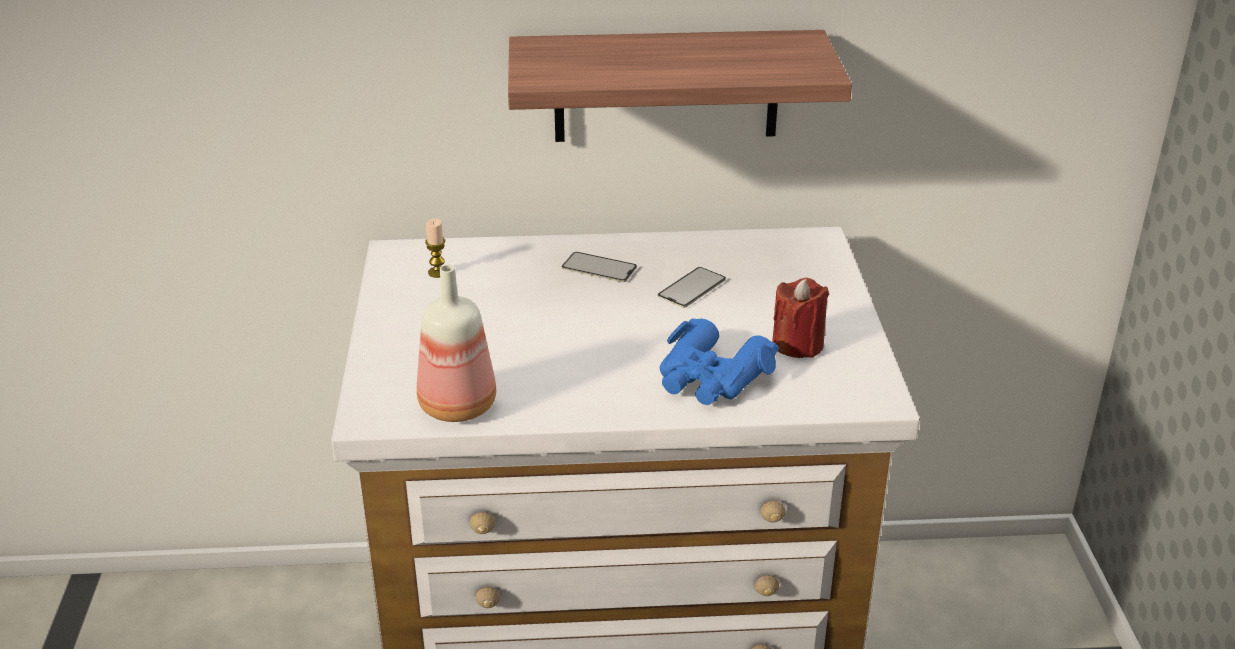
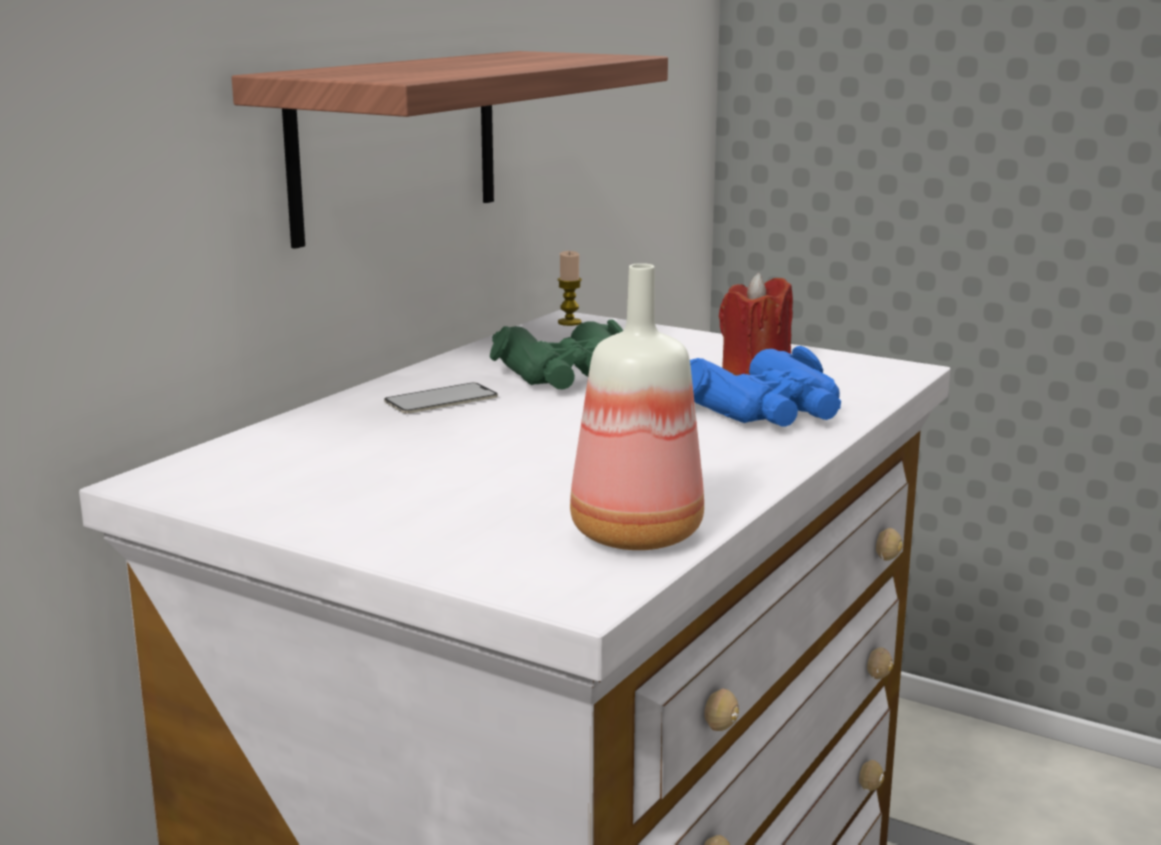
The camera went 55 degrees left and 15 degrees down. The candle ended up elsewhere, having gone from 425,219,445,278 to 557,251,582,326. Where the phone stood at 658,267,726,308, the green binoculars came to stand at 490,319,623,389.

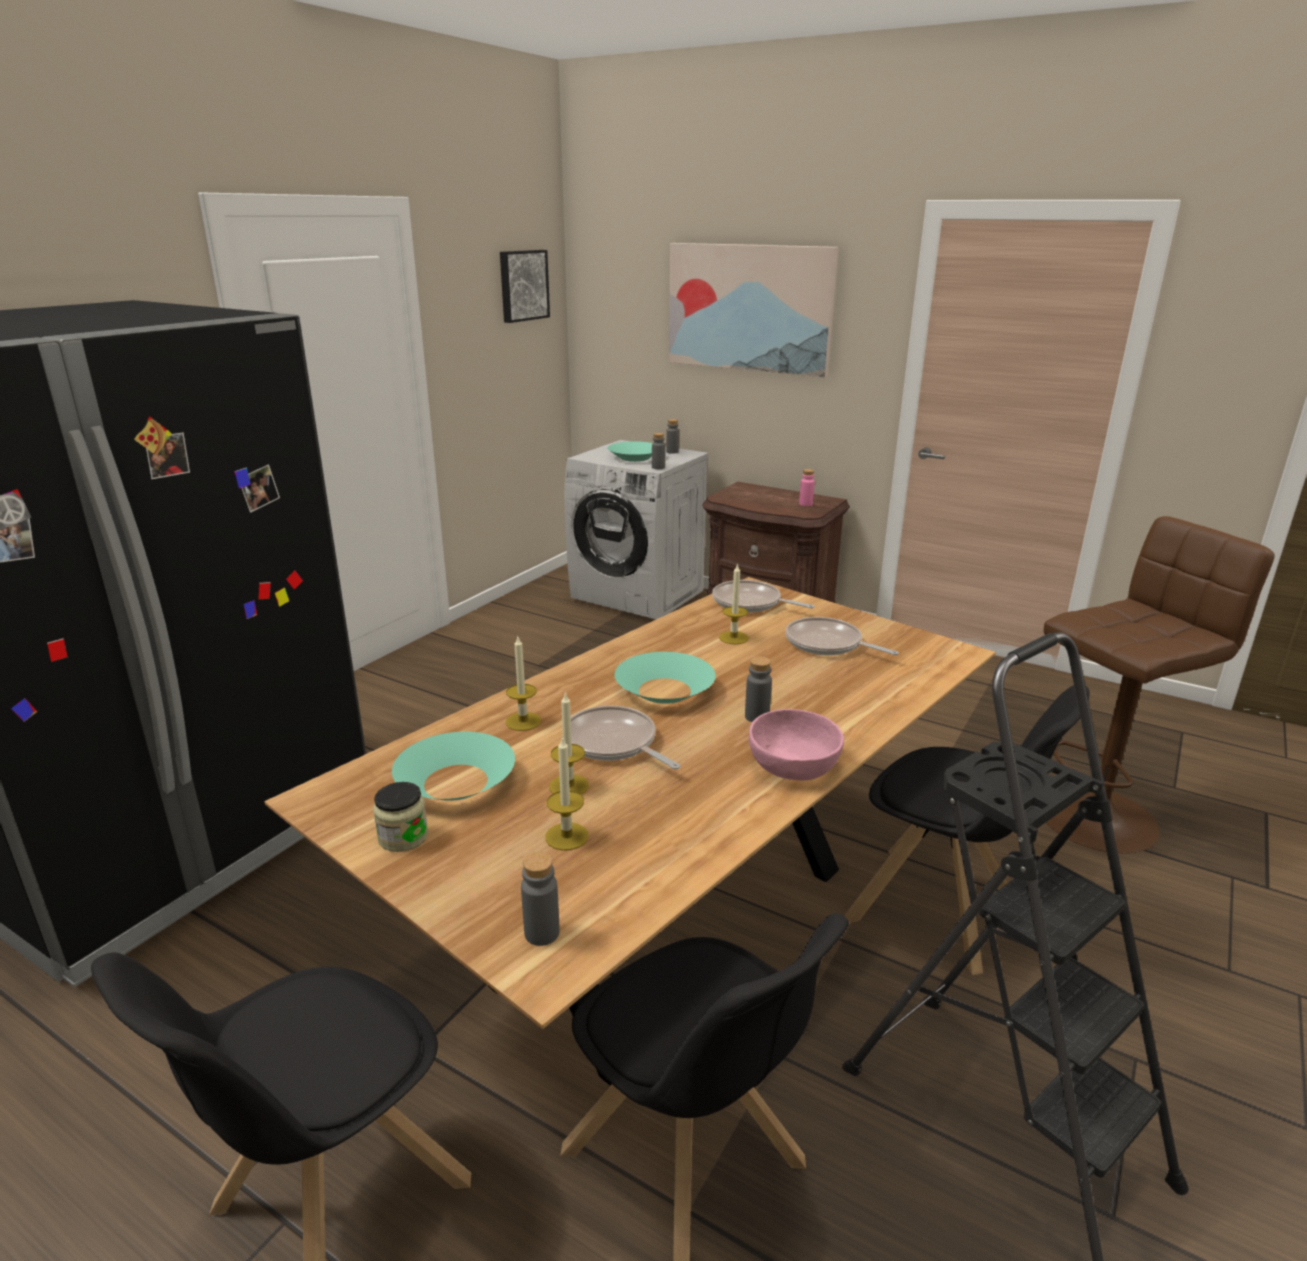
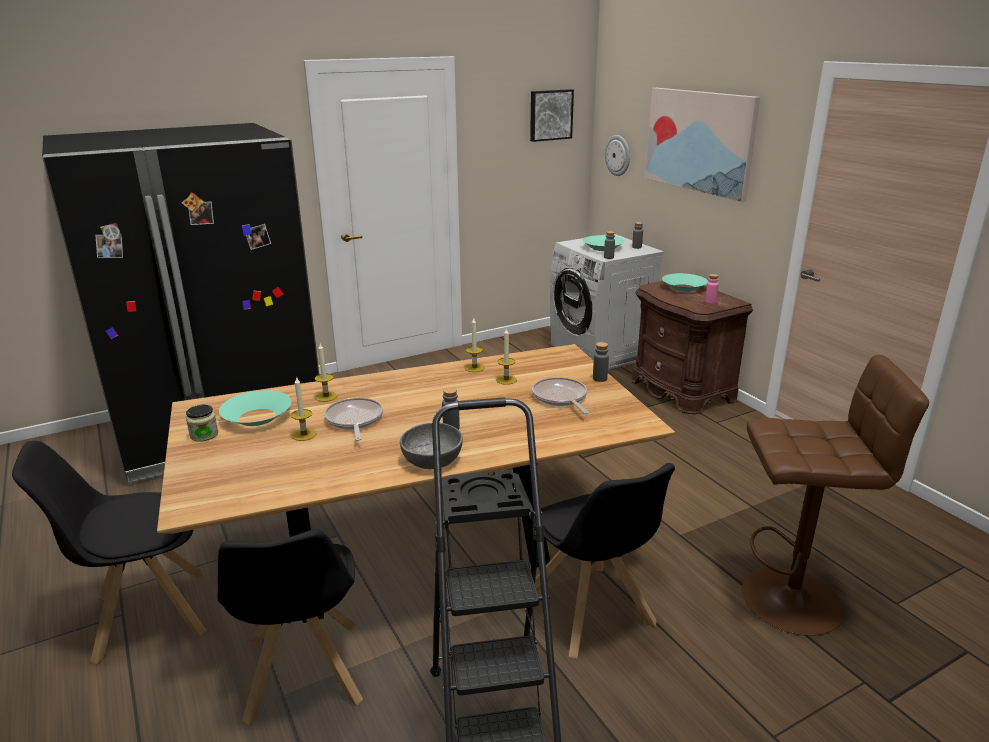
The camera went 30 degrees right and 0 degrees up. The second view lost the frying pan at 712,580,815,613. The second view gained the wall clock at 605,135,630,176. The grey bottle ended up elsewhere, having gone from 521,852,560,946 to 593,342,609,382. The candle ended up elsewhere, having gone from 545,736,588,851 to 465,318,485,372. The turquoise bowl ended up elsewhere, having gone from 615,652,716,704 to 662,273,708,292. What was the pink bowl at 749,709,844,780 turned into the grey bowl at 400,423,463,469.

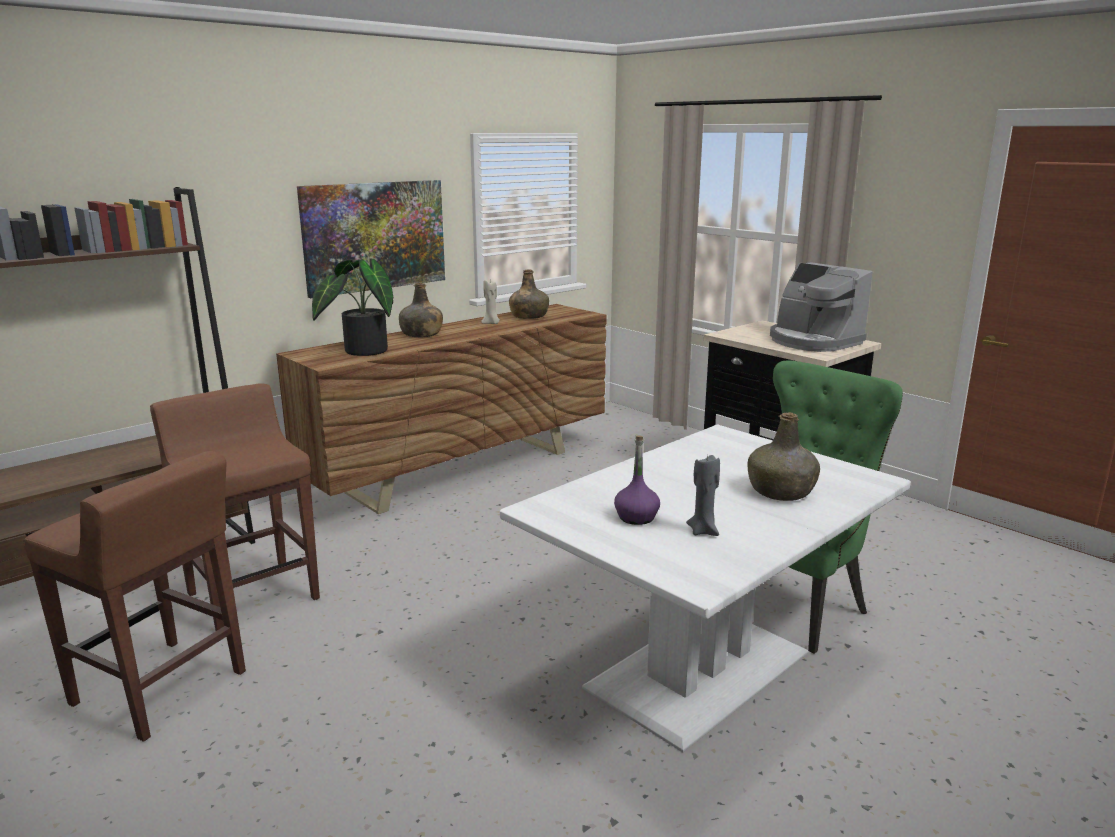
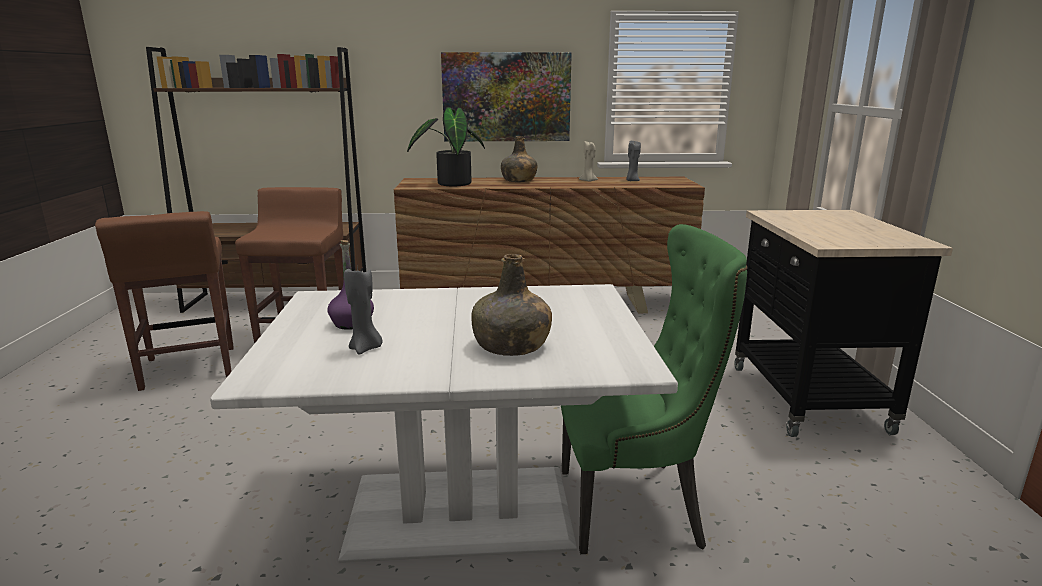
The camera went 40 degrees right and 0 degrees up. The second view lost the coffee machine at 770,262,873,352. Where the green bottle stood at 509,269,549,319, the grey candle came to stand at 626,141,641,181.

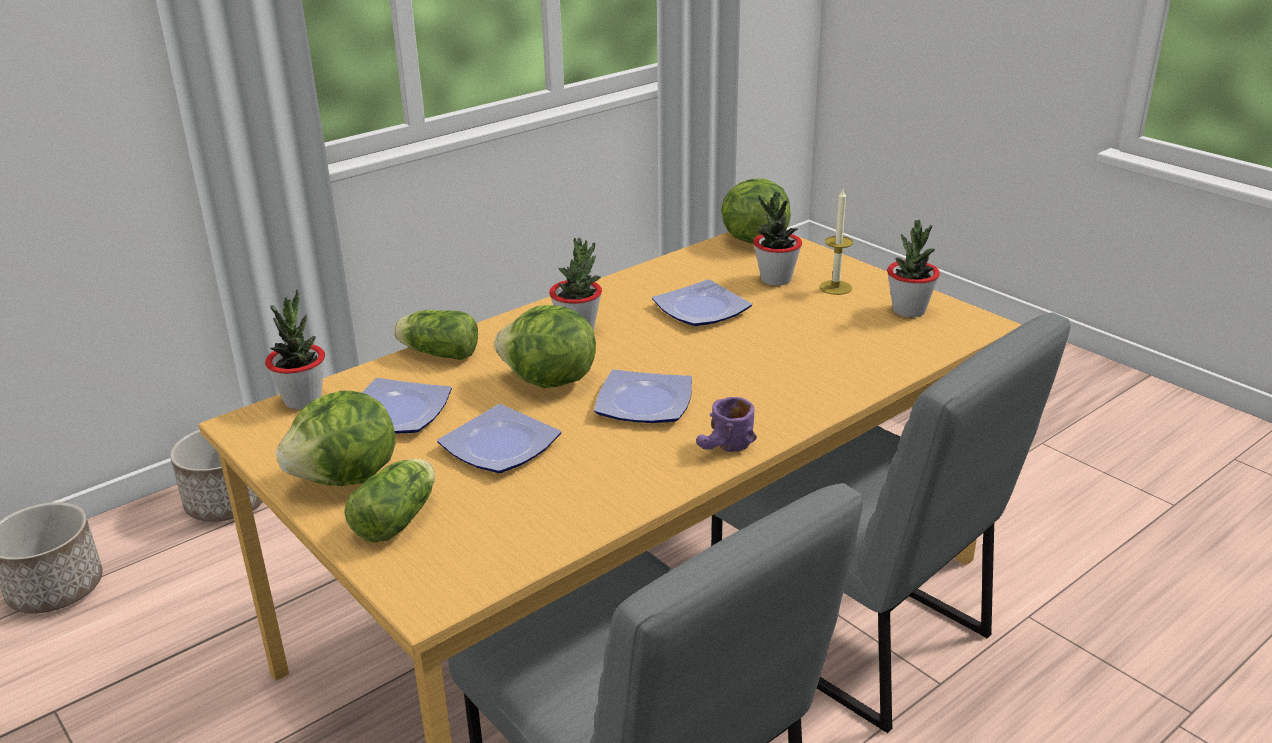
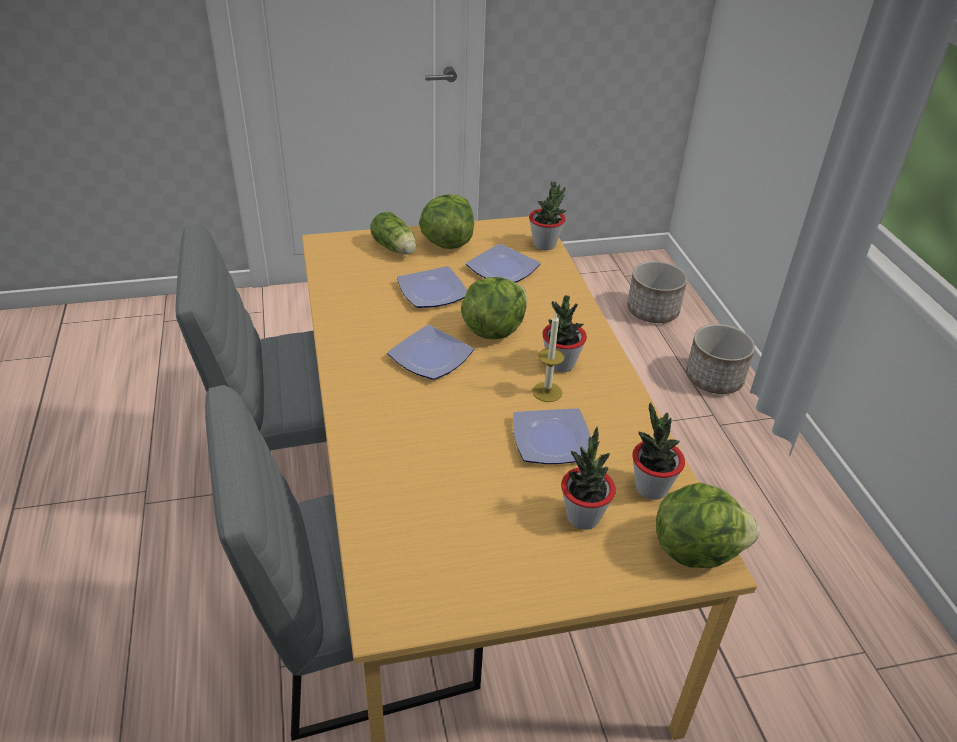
The camera went 115 degrees right and 10 degrees up. The second view lost the lettuce at 394,310,478,360. The second view lost the purple mug at 696,397,757,452. The candle ended up elsewhere, having gone from 819,189,853,295 to 532,314,565,402. The potted plant ended up elsewhere, having gone from 887,220,940,317 to 632,402,685,500.

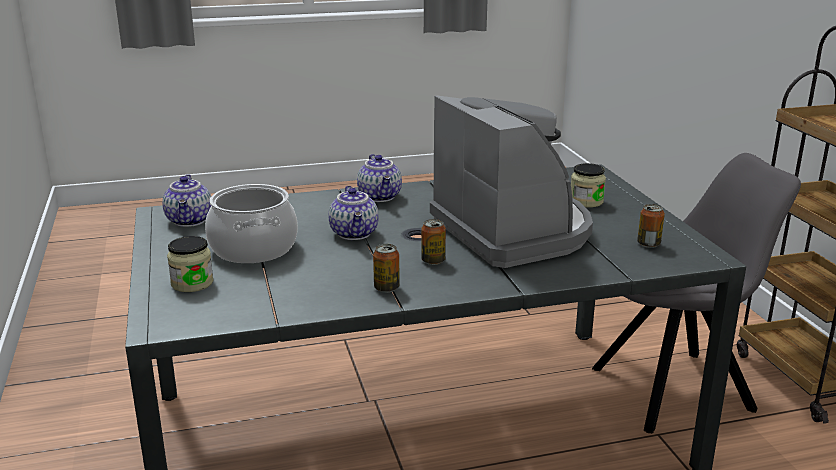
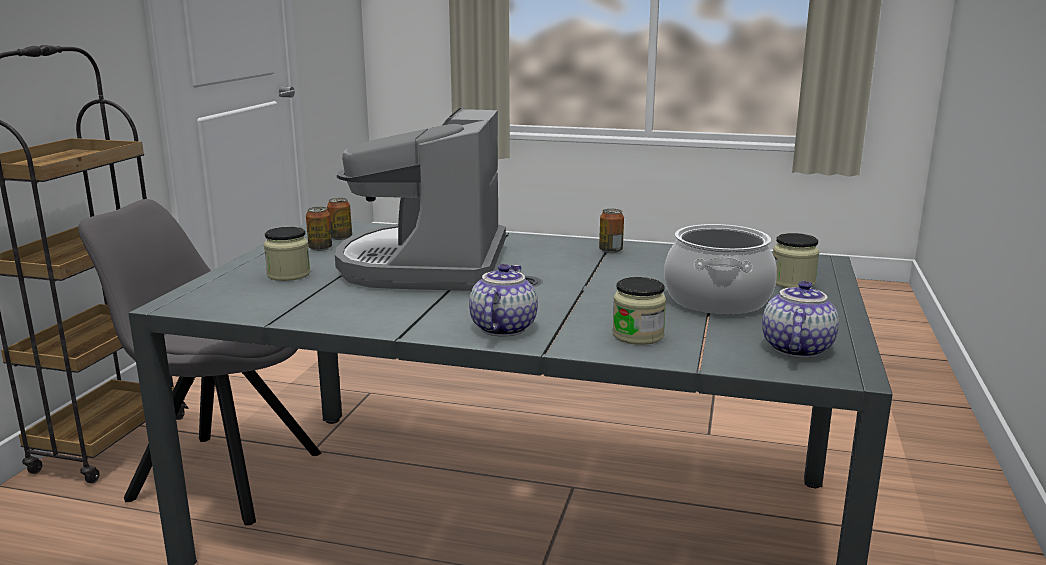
The camera went 150 degrees left and 5 degrees down. The second view lost the teapot at 329,186,379,240. The second view gained the jar at 612,277,666,345. The can ended up elsewhere, having gone from 421,219,446,265 to 306,207,332,251.

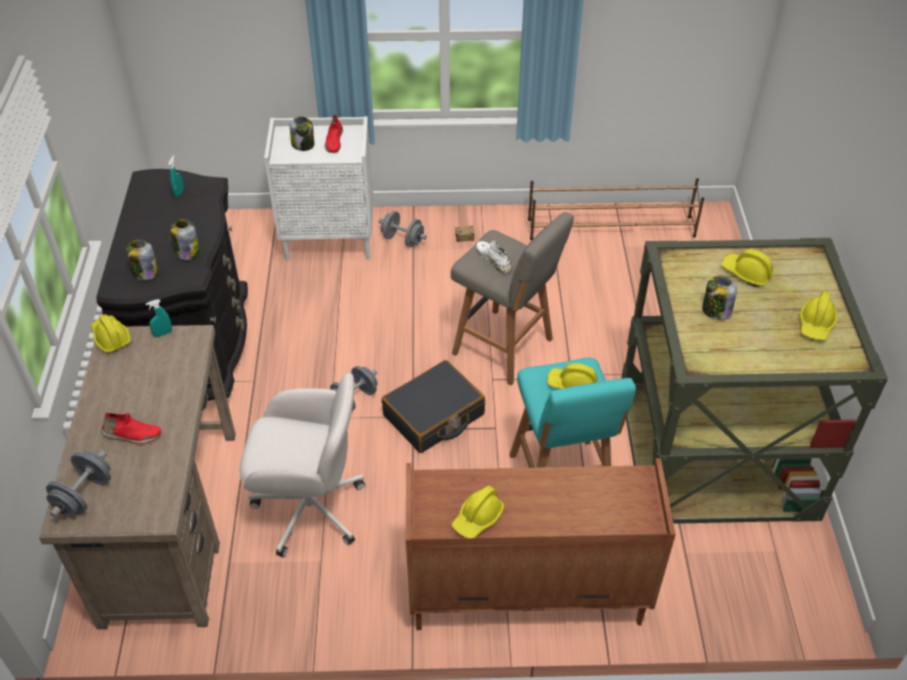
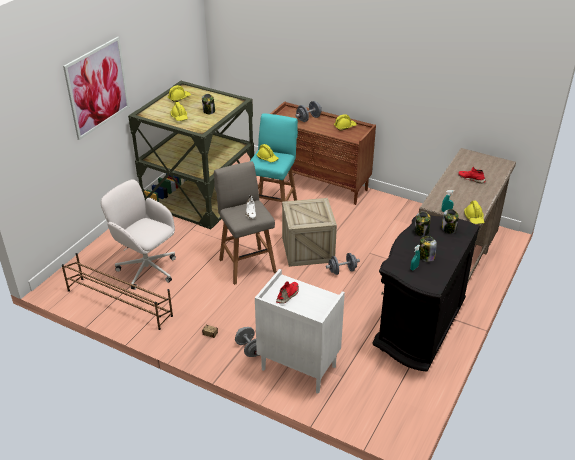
The camera went 150 degrees left and 10 degrees down. The second view gained the picture at 63,37,129,140. The grey dumbbell ended up elsewhere, having gone from 46,450,111,517 to 295,101,322,122. The white office chair ended up elsewhere, having gone from 239,372,365,557 to 101,179,176,290. The jar ended up elsewhere, having gone from 290,116,314,151 to 419,236,437,262. Where the black suitcase stood at 381,360,485,453, the crate came to stand at 282,198,337,267.

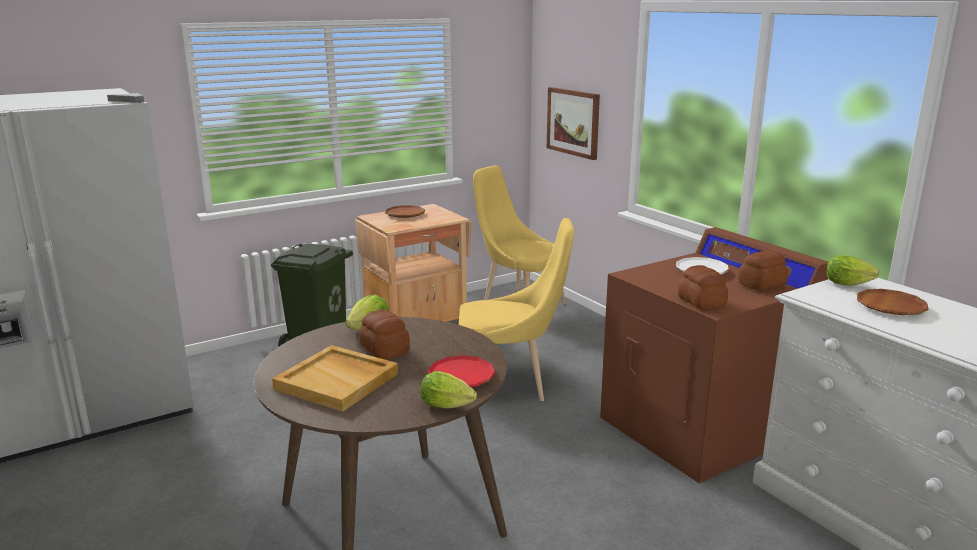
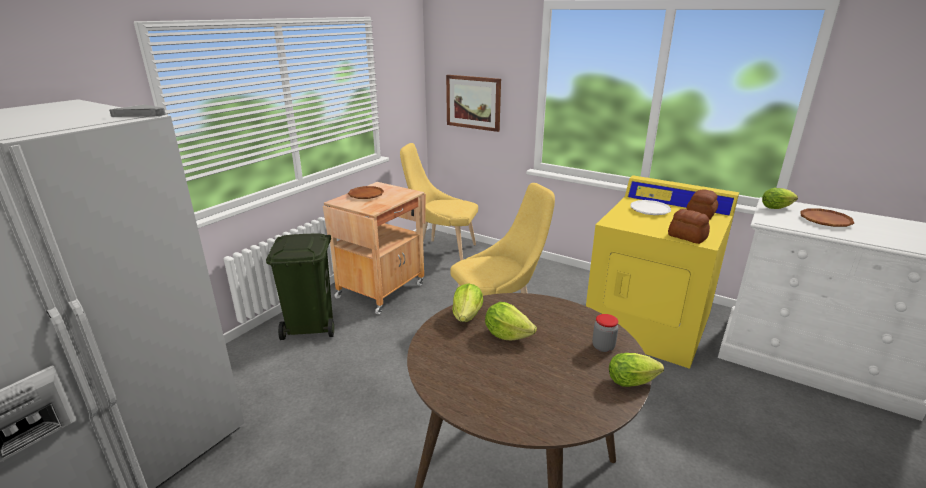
The camera went 25 degrees left and 5 degrees up. The second view lost the beige tray at 272,345,398,412. Where the bread stood at 359,310,410,360, the lettuce came to stand at 485,302,537,341. Where the red plate stood at 428,355,496,387, the jar came to stand at 592,314,619,352. What was the brown washing machine at 600,227,828,483 turned into the yellow washing machine at 586,175,739,369.

